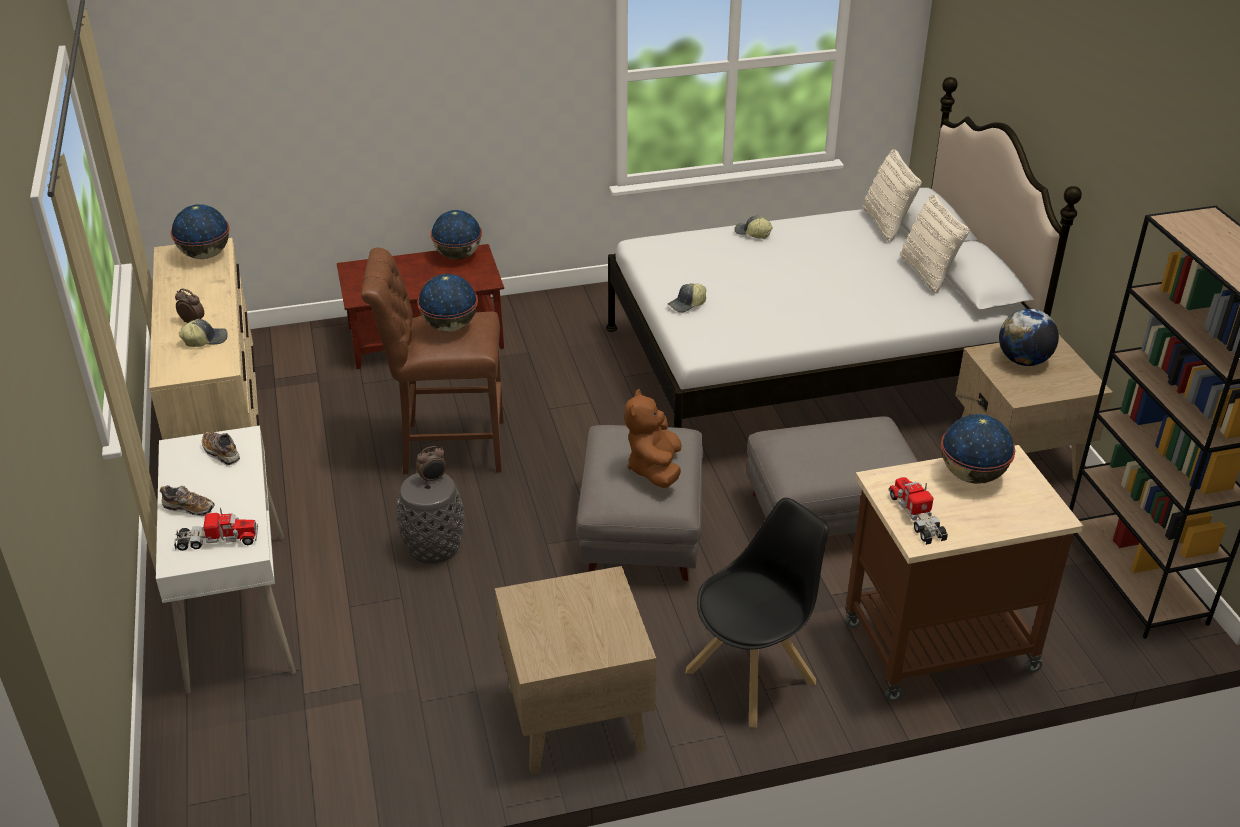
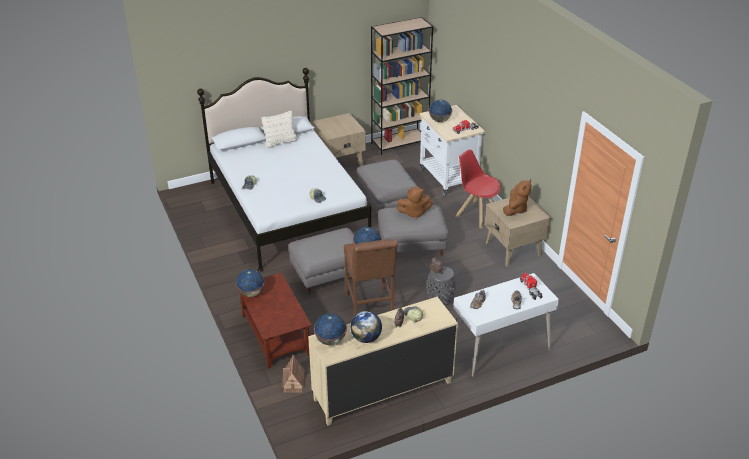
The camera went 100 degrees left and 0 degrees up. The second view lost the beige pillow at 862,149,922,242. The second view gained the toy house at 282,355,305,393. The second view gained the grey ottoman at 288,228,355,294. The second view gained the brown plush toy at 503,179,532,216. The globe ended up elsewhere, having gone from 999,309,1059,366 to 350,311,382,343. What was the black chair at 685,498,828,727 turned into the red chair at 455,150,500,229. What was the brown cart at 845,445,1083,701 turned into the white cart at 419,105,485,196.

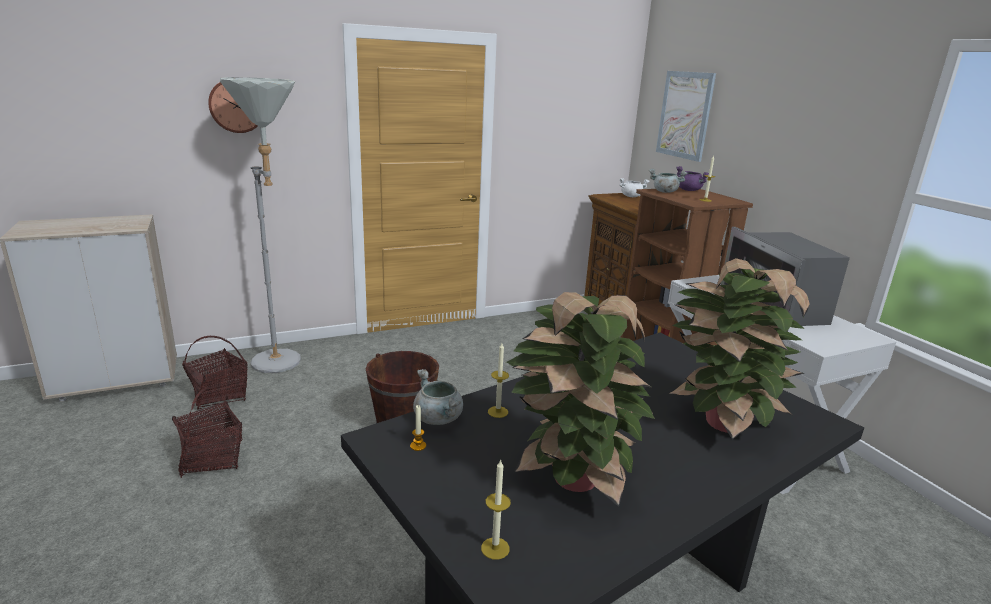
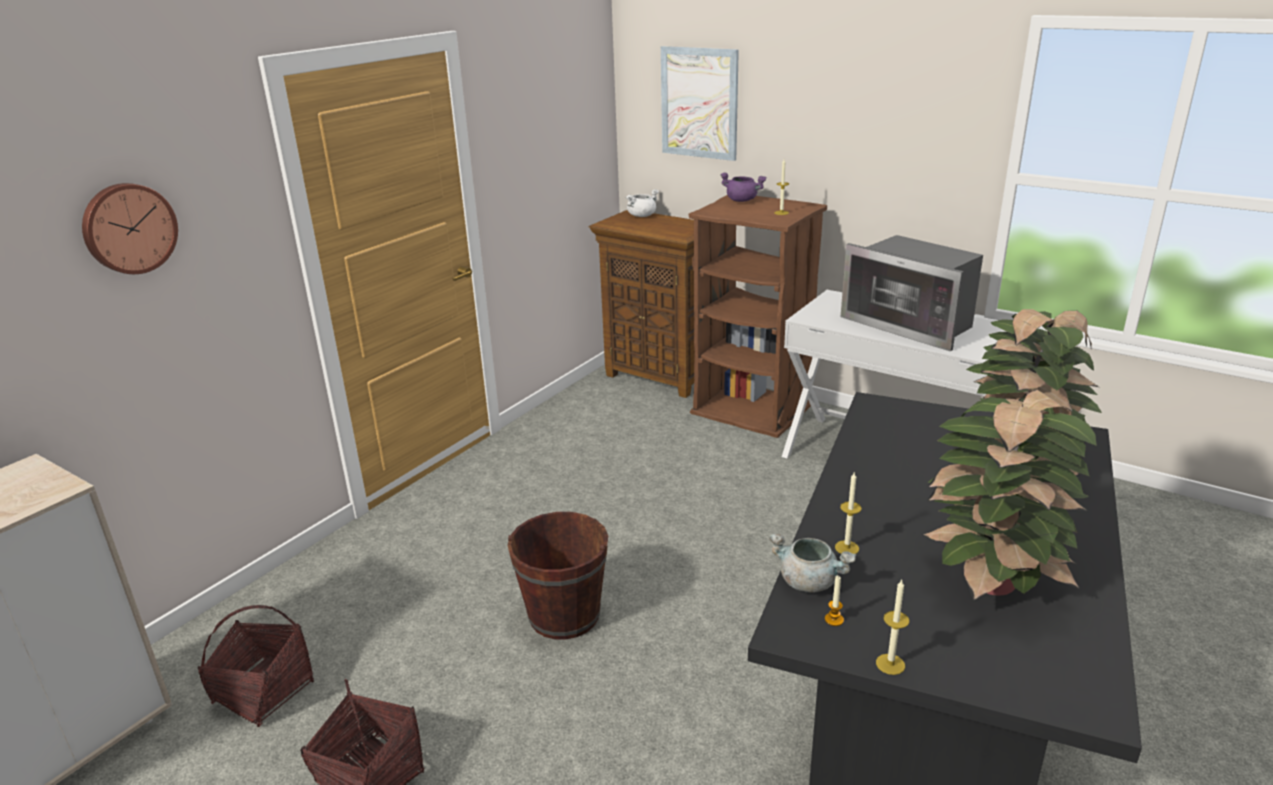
The camera went 30 degrees left and 5 degrees up. The second view lost the grey floor lamp at 220,77,301,373. The second view lost the grey cooking pot at 649,169,688,193. The candle ended up elsewhere, having gone from 481,459,511,560 to 876,580,909,675.

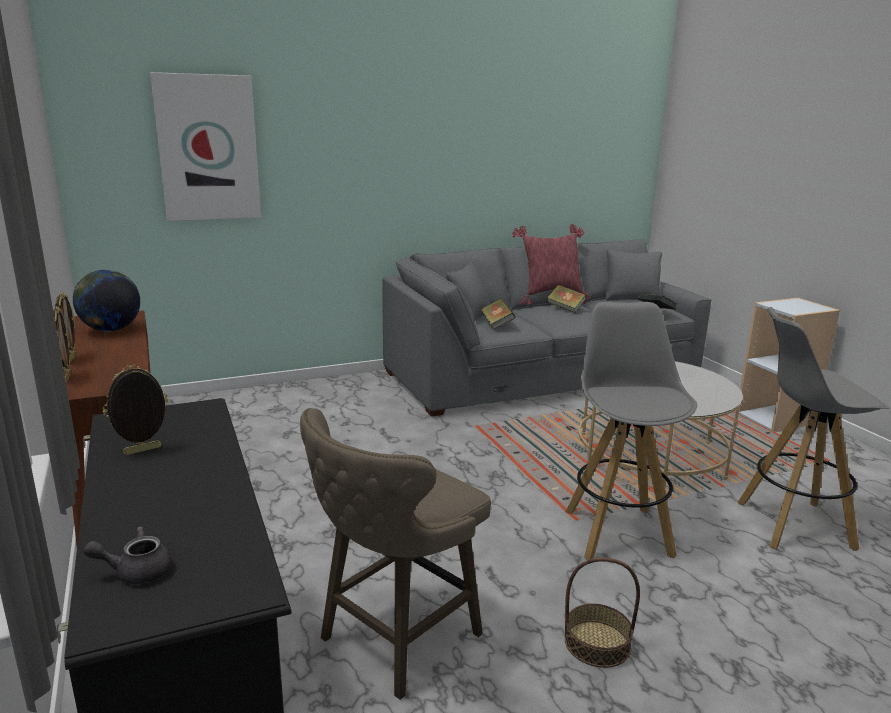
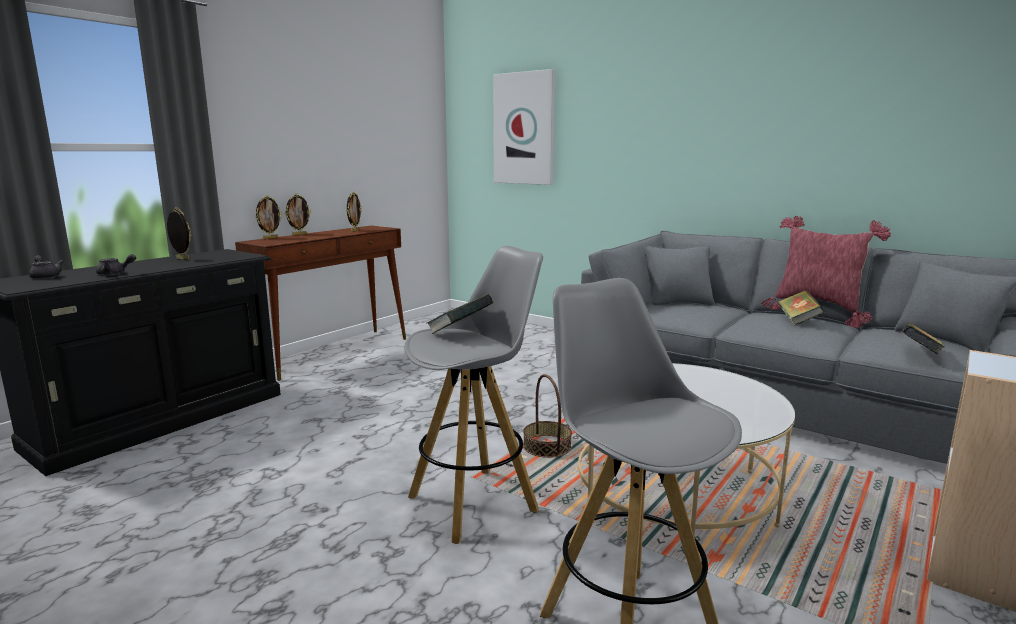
The camera went 60 degrees right and 5 degrees down. The second view lost the beige stool at 300,408,491,700. The second view gained the grey teapot at 96,254,136,275. The book ended up elsewhere, having gone from 480,298,516,330 to 426,294,493,334. The basket ended up elsewhere, having gone from 565,557,640,668 to 523,374,572,458. Where the globe stood at 73,269,140,332, the picture frame came to stand at 347,191,362,232.

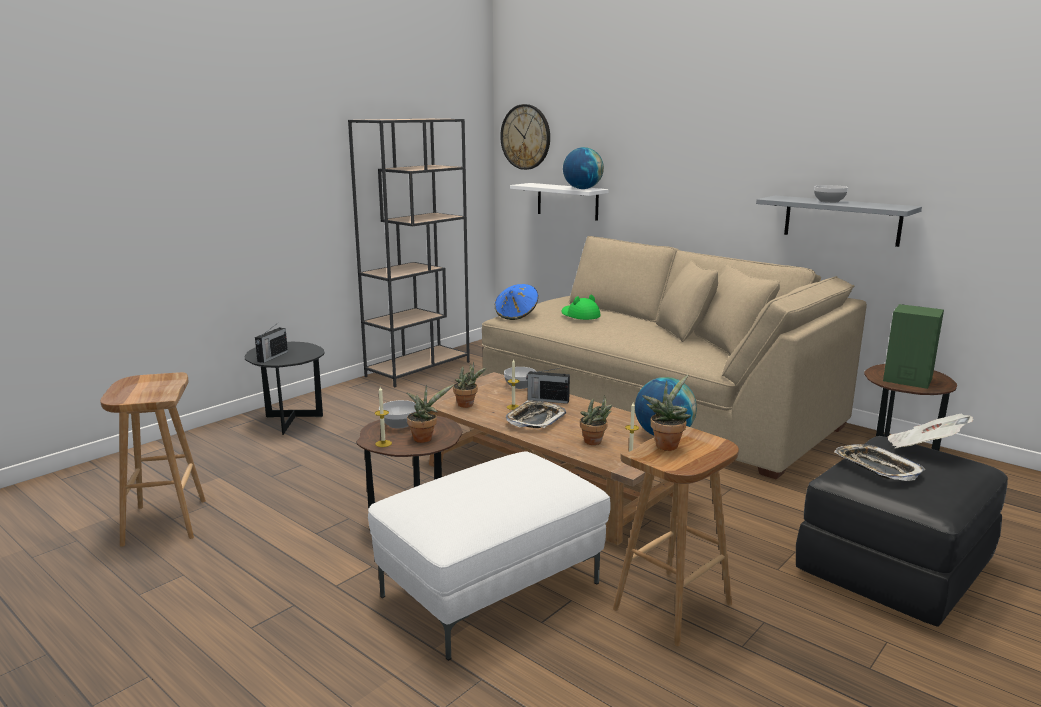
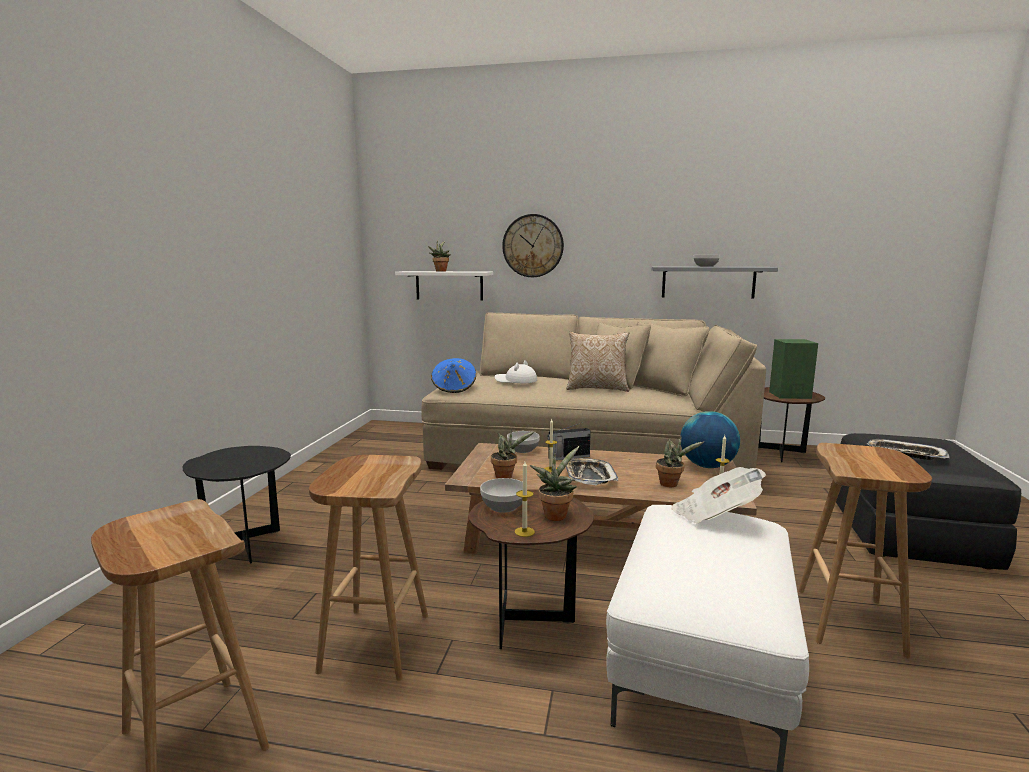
The camera went 30 degrees left and 5 degrees down. The second view lost the radio at 255,322,288,363. The second view lost the bookcase at 348,119,470,387. The second view lost the globe at 563,147,604,189. The second view gained the brown stool at 309,455,428,681. The second view gained the pillow at 567,332,629,392. The wall clock ended up elsewhere, having gone from 500,104,550,170 to 502,214,564,277. The potted plant ended up elsewhere, having gone from 642,375,691,451 to 428,241,451,272. The newspaper ended up elsewhere, having gone from 887,414,973,449 to 671,467,766,524. What was the green hat at 562,295,600,320 turned into the white hat at 494,360,537,383.

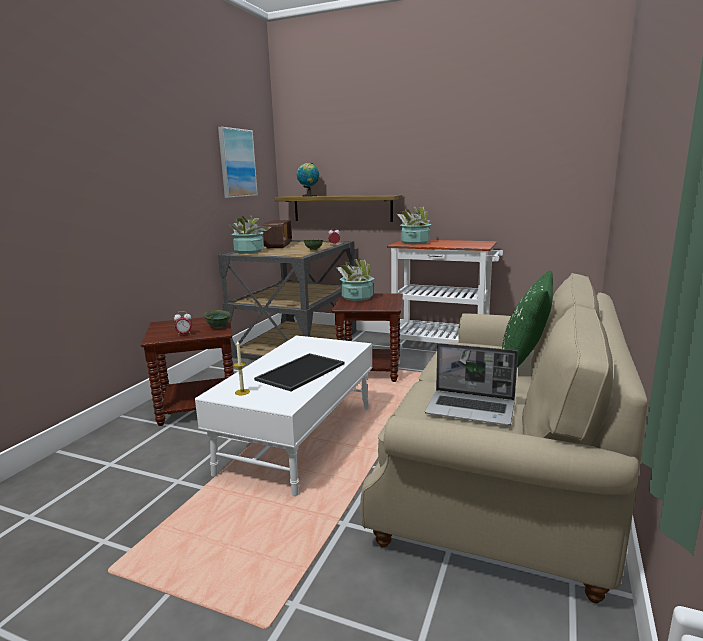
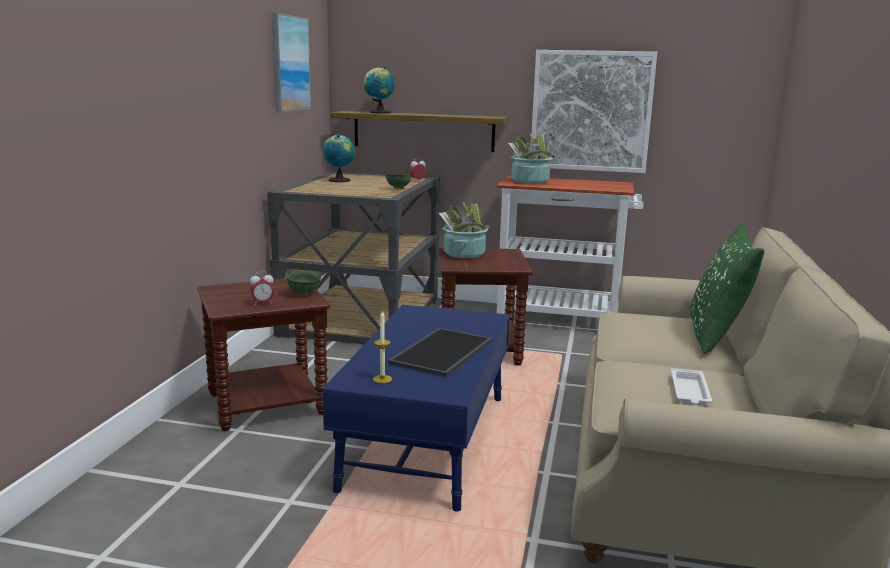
The camera went 10 degrees left and 0 degrees up. The second view lost the potted plant at 229,215,271,253. The second view gained the picture at 531,50,657,173. Where the radio stood at 262,220,292,248, the globe came to stand at 323,135,355,182. Where the laptop stood at 425,343,518,426, the white tray came to stand at 671,368,712,405. What was the white coffee table at 195,335,372,496 turned into the blue coffee table at 323,305,510,512.

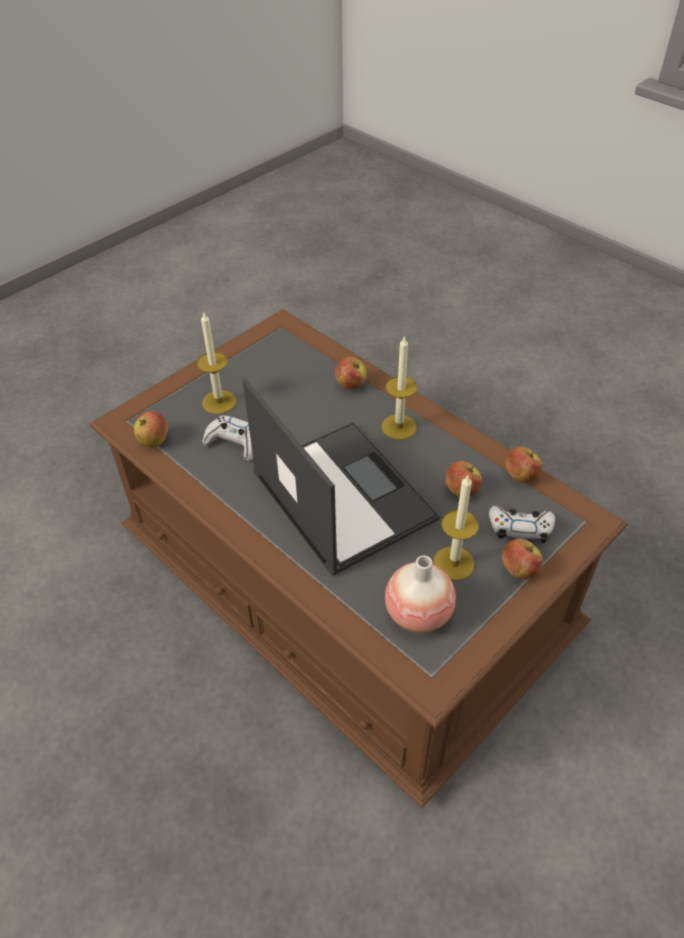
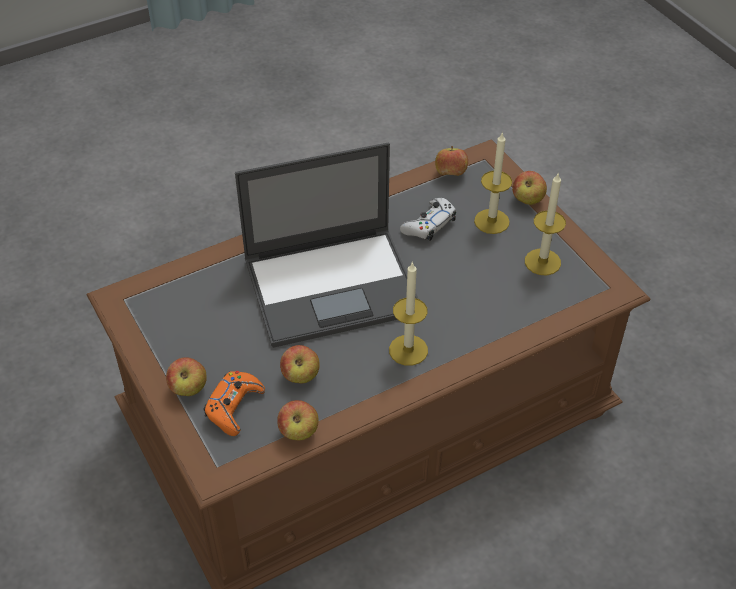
The camera went 105 degrees right and 0 degrees up. The second view lost the vase at 385,555,456,633. The apple ended up elsewhere, having gone from 335,357,367,389 to 512,171,547,205. The candle ended up elsewhere, having gone from 433,475,479,581 to 525,174,566,275. What was the white game controller at 489,506,555,543 turned into the orange game controller at 204,371,265,436.

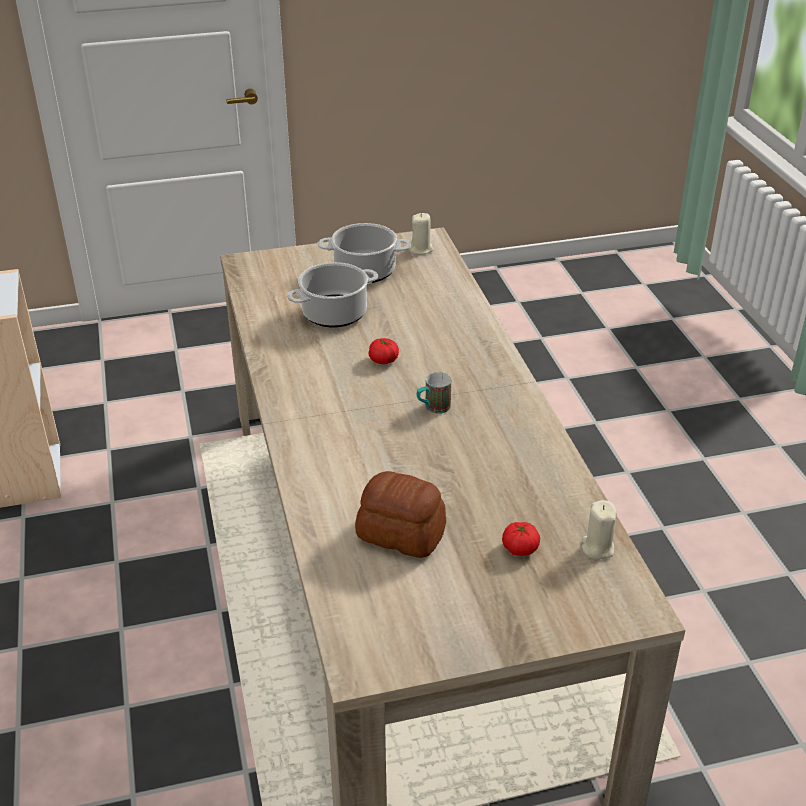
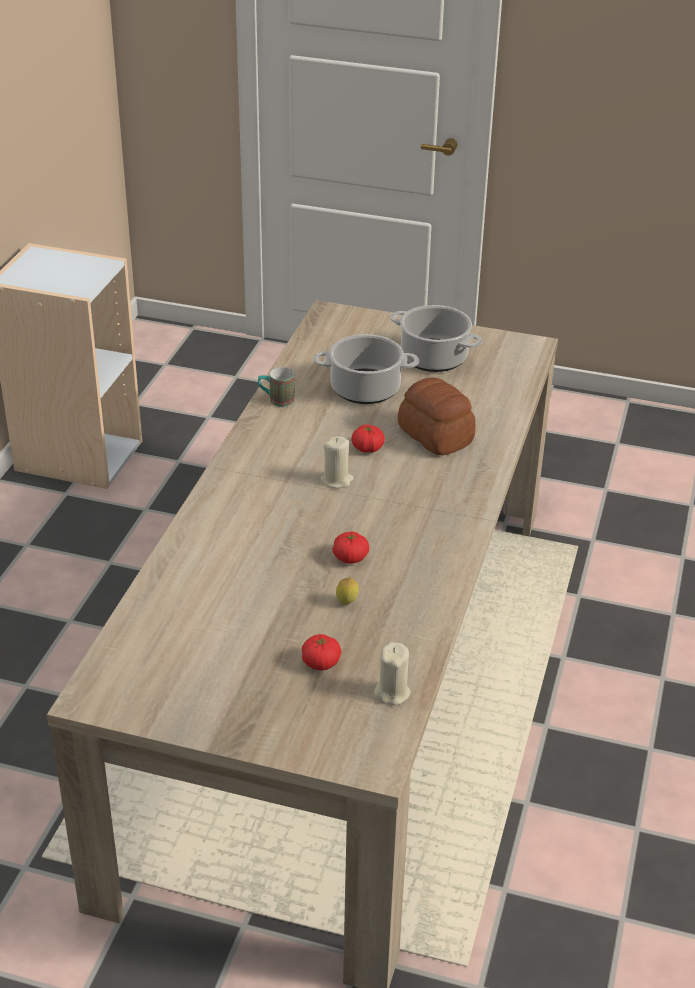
The camera went 30 degrees right and 0 degrees up. The second view gained the tomato at 333,532,369,564. The second view gained the lemon at 336,577,359,605. The bread ended up elsewhere, having gone from 355,471,446,558 to 398,377,476,455. The beige candle ended up elsewhere, having gone from 410,213,434,255 to 320,437,354,488. The mug ended up elsewhere, having gone from 417,372,451,414 to 258,367,294,407.

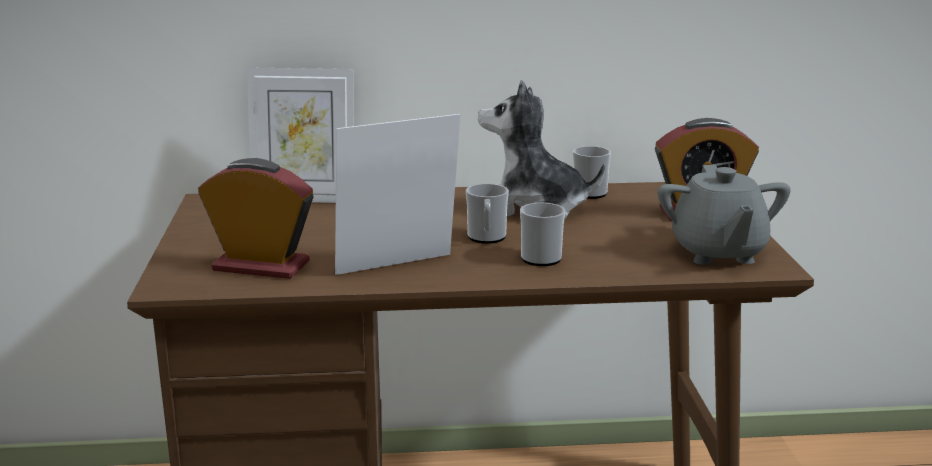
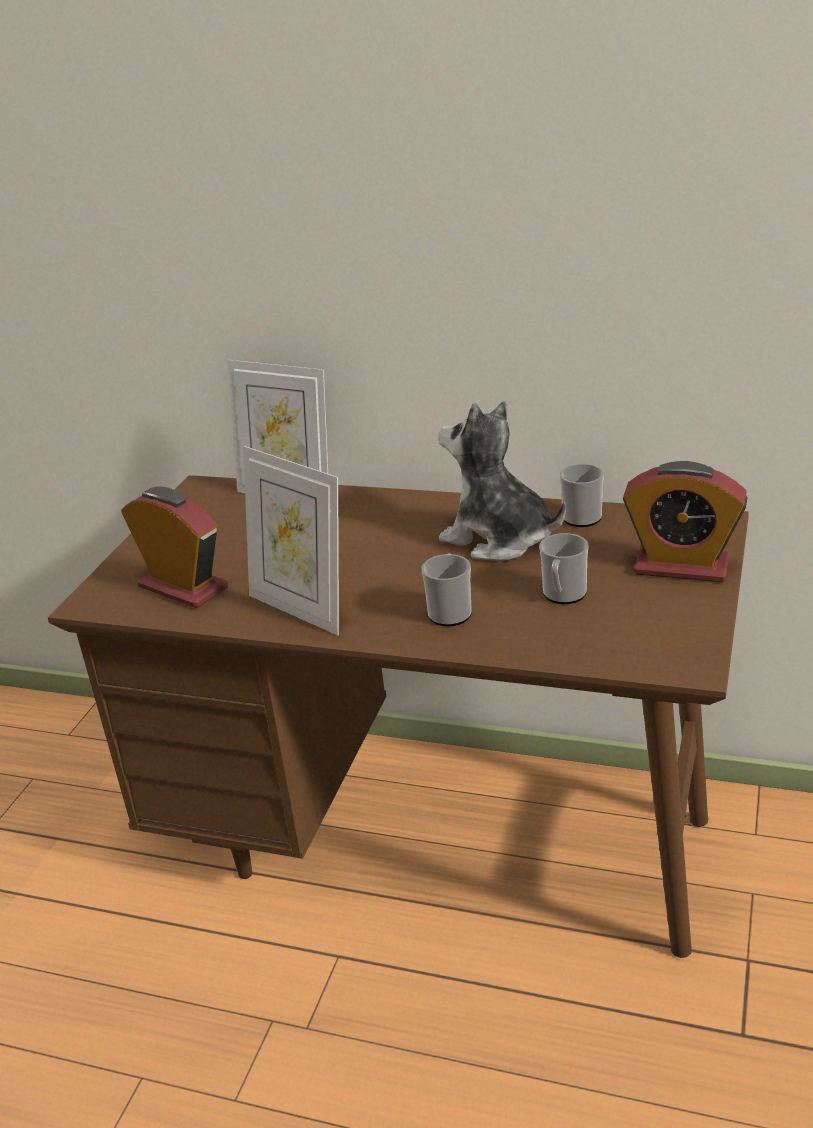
The camera went 25 degrees right and 10 degrees up. The second view lost the grey teapot at 658,165,791,265. The mug ended up elsewhere, having gone from 466,184,509,244 to 539,533,589,604. The picture frame at 335,114,460,275 ended up facing another way, 135 degrees counterclockwise from before.

